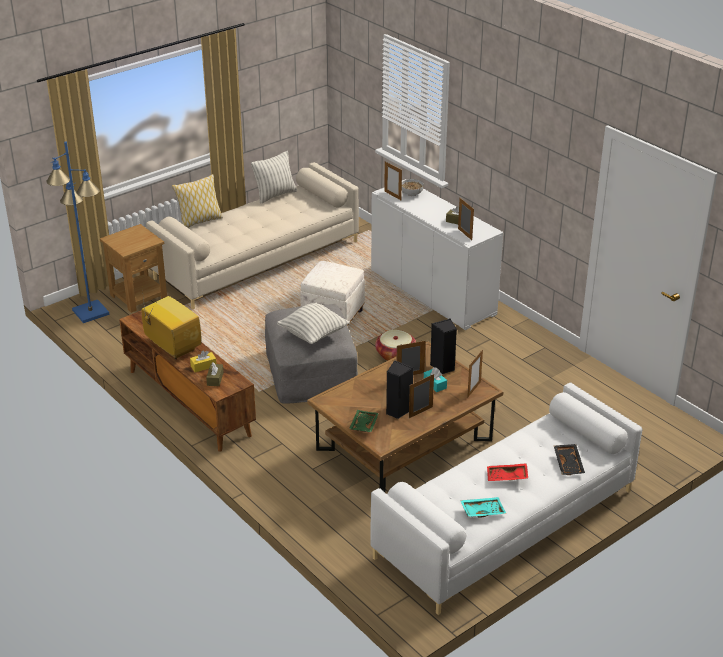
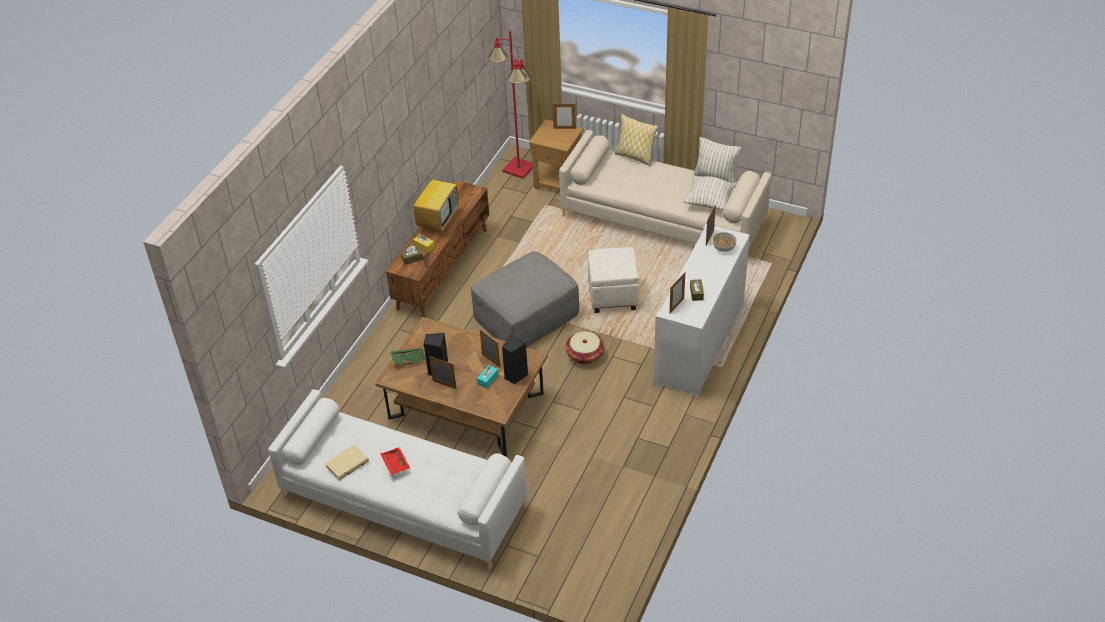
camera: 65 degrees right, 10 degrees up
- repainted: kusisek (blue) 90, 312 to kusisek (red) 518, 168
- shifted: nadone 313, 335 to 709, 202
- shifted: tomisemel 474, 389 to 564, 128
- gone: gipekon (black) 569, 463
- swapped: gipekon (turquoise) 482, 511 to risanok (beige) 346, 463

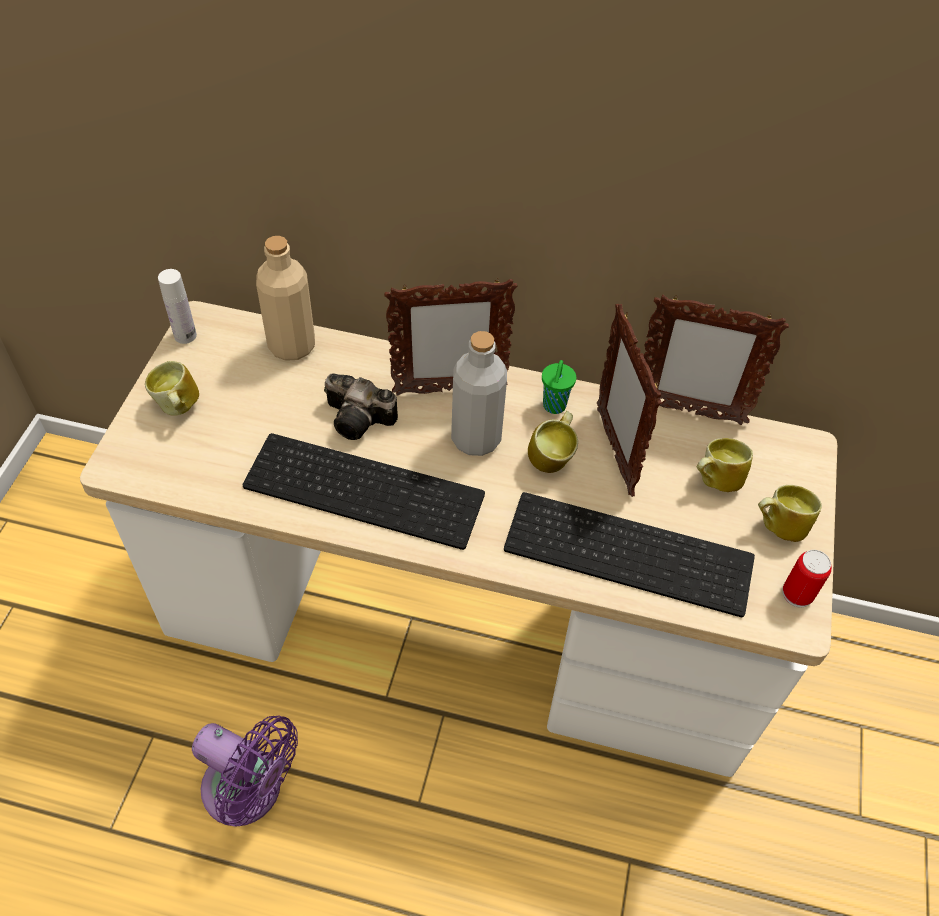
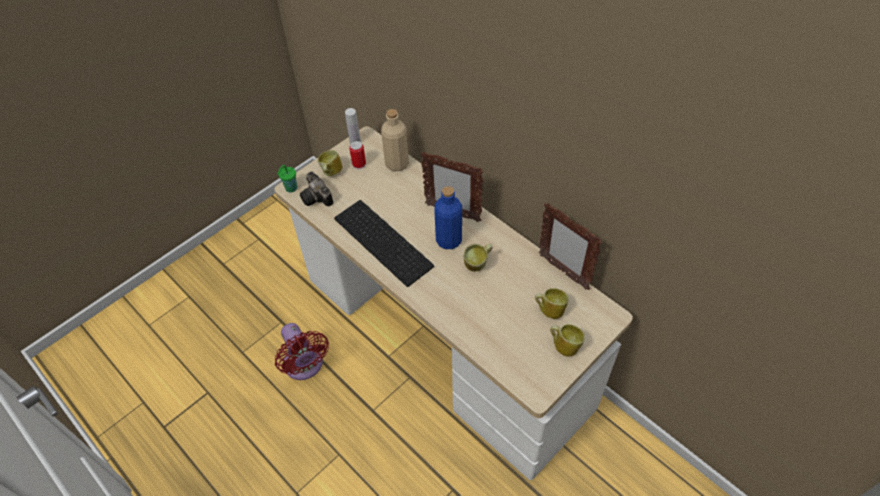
camera: 35 degrees right, 0 degrees up
- gone: tomisemel 614, 450
- repainted: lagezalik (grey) 476, 438 to lagezalik (blue) 449, 240
- shifted: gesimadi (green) 554, 406 to 290, 189
- shifted: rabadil 361, 419 to 317, 198
- gone: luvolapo 632, 550
- shifted: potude 797, 594 to 359, 164
- repainted: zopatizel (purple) 249, 791 to zopatizel (red) 305, 366

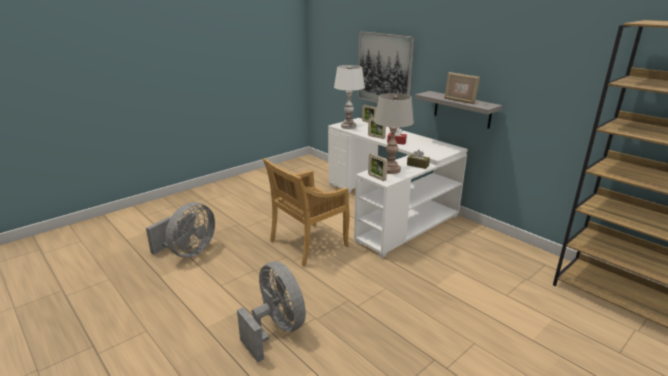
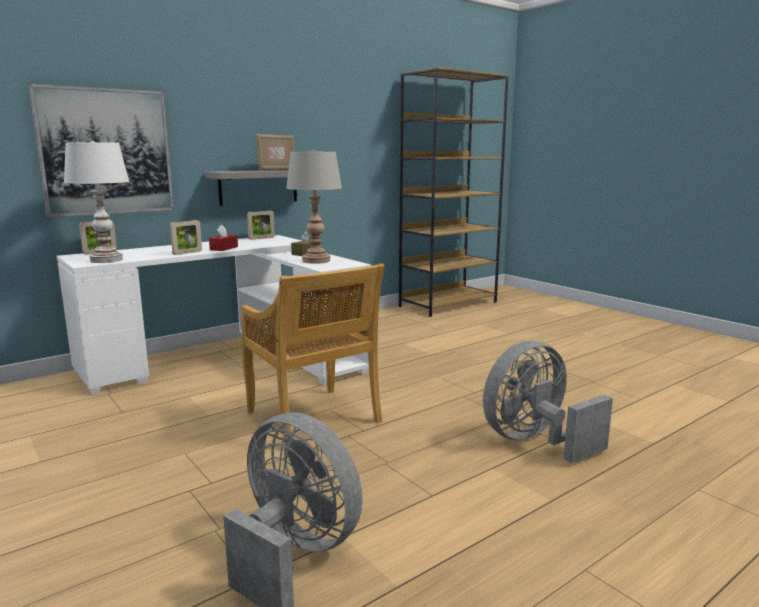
camera: 85 degrees left, 10 degrees down
- shifted: tomisemel 377, 177 to 261, 238

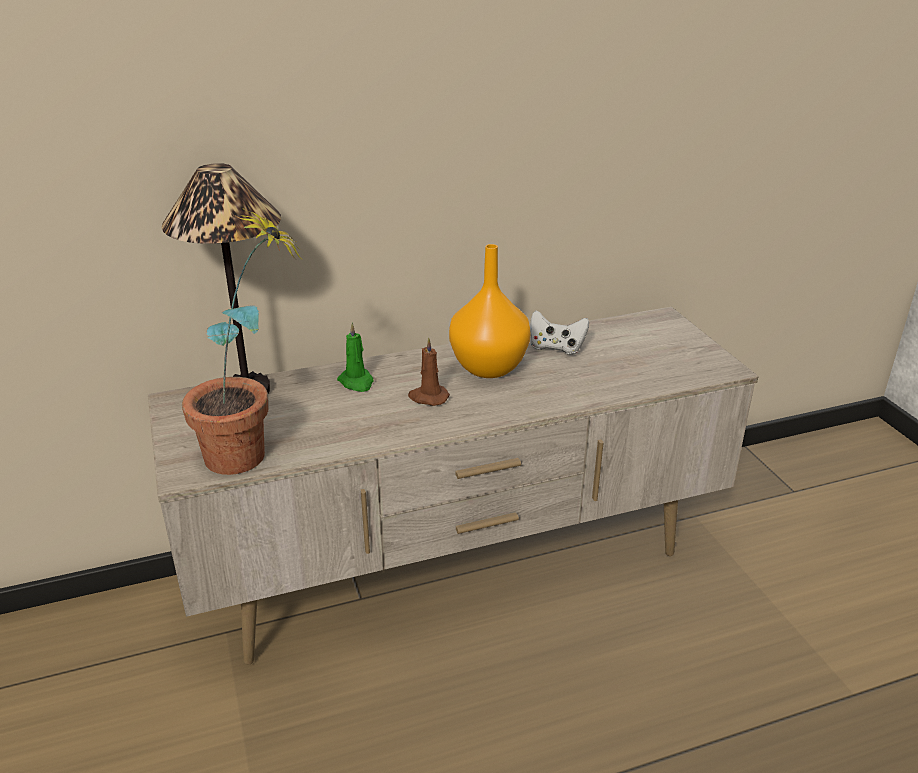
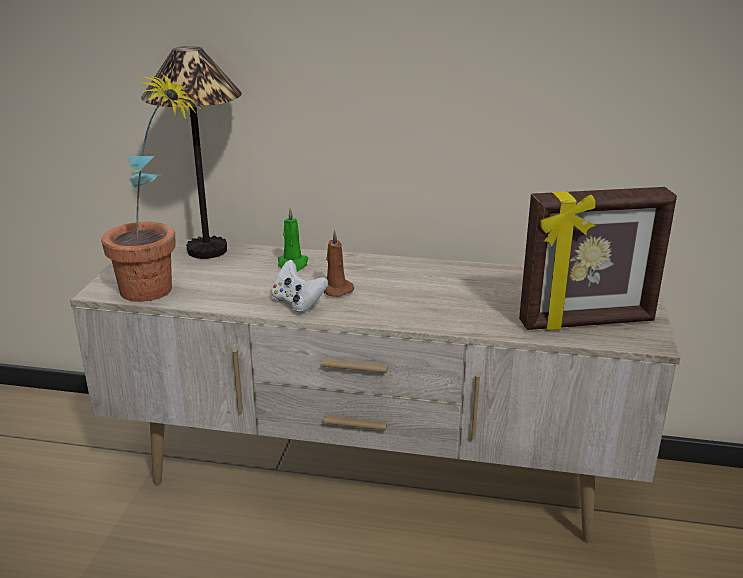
camera: 30 degrees right, 5 degrees down
- gone: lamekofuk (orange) 489, 368
- shifted: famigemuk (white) 556, 348 to 297, 303
- new: tomisemel 587, 323

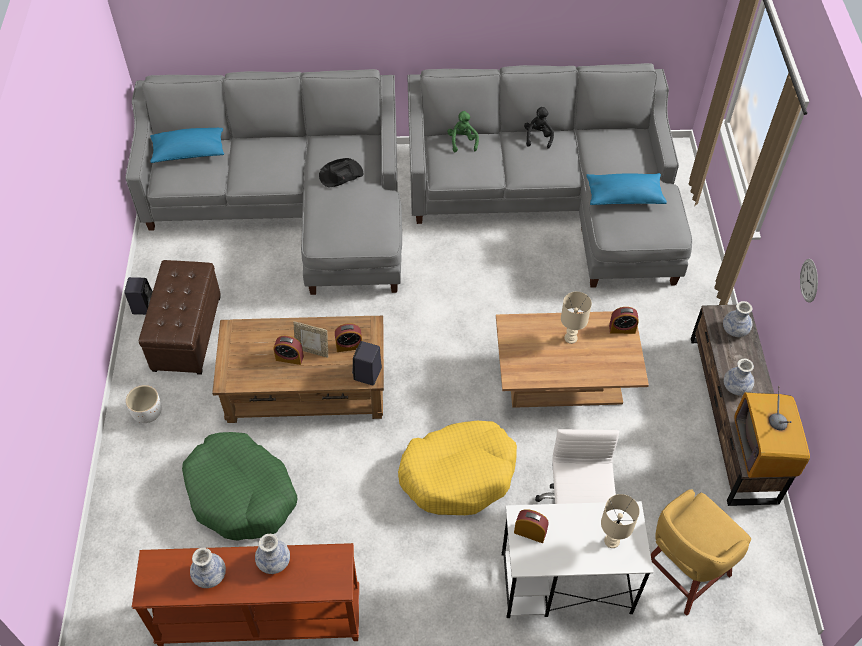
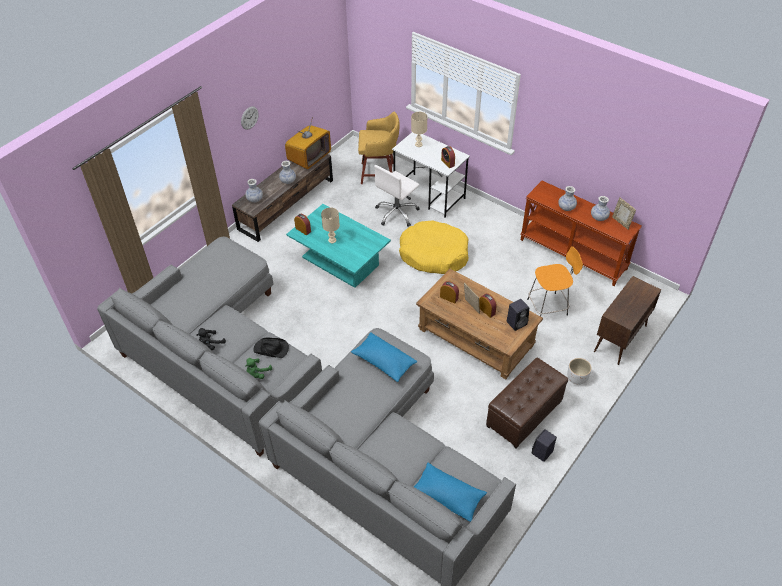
camera: 140 degrees left, 5 degrees down
- shifted: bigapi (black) 340, 175 to 271, 349
- shifted: nadone (blue) 624, 196 to 383, 362
- repainted: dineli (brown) 564, 380 to dineli (turquoise) 340, 261
- shifted: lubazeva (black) 367, 375 to 517, 322
- swapped: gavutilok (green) 241, 494 to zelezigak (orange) 548, 307
- new: tomisemel 621, 222
- new: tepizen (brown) 620, 339

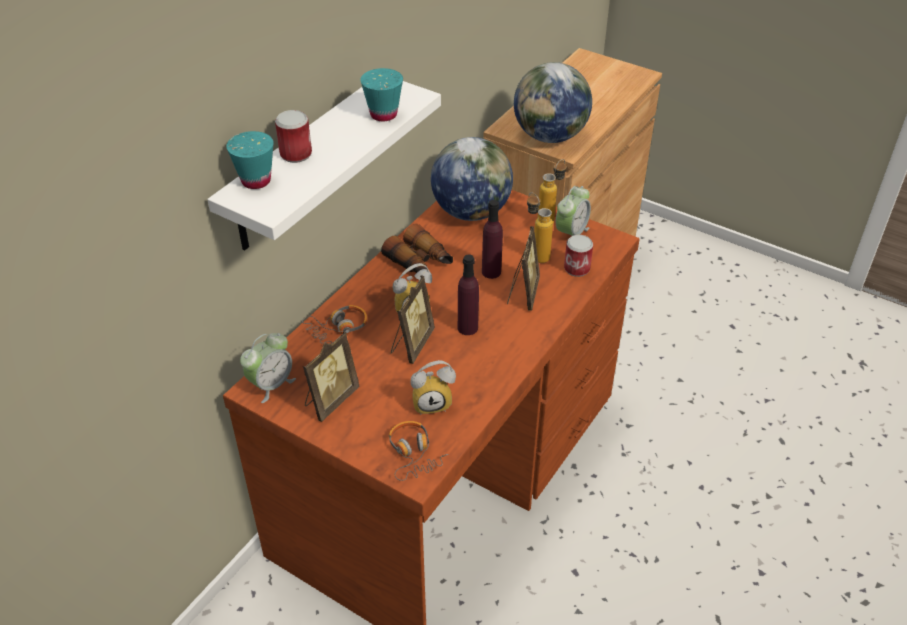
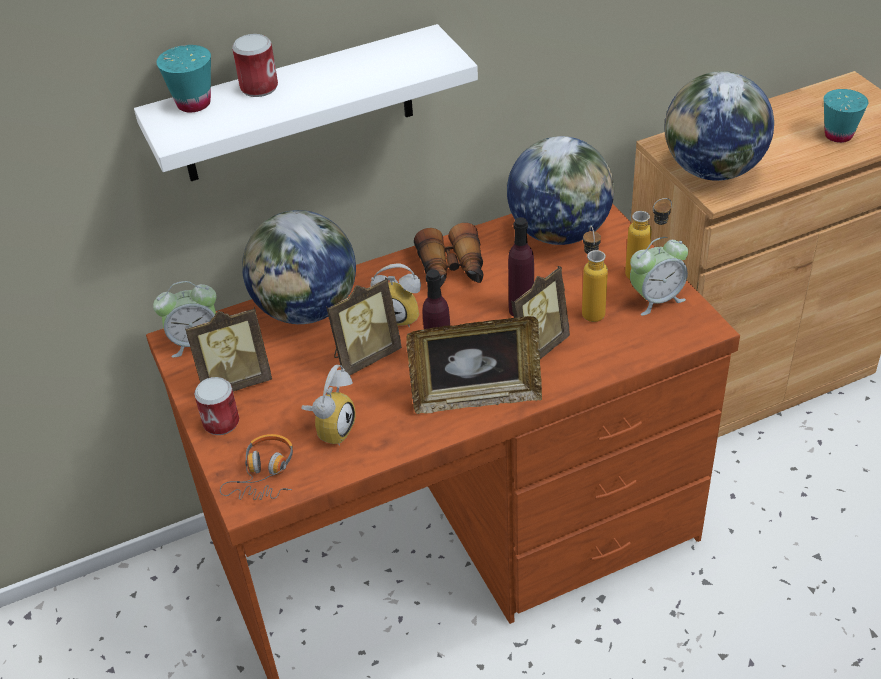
camera: 35 degrees right, 0 degrees up
- shifted: gesimadi (turquoise) 383, 114 to 838, 135
- shifted: potude 577, 268 to 221, 422
- swapped: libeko 338, 328 to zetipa 307, 310
- rotated: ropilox 432, 402 = 331, 428 90 degrees counterclockwise
- new: tomisemel 476, 398

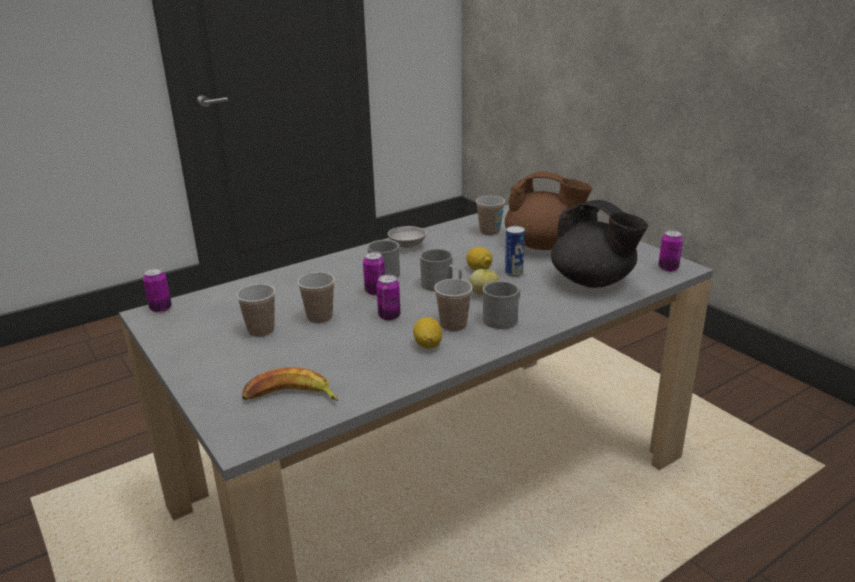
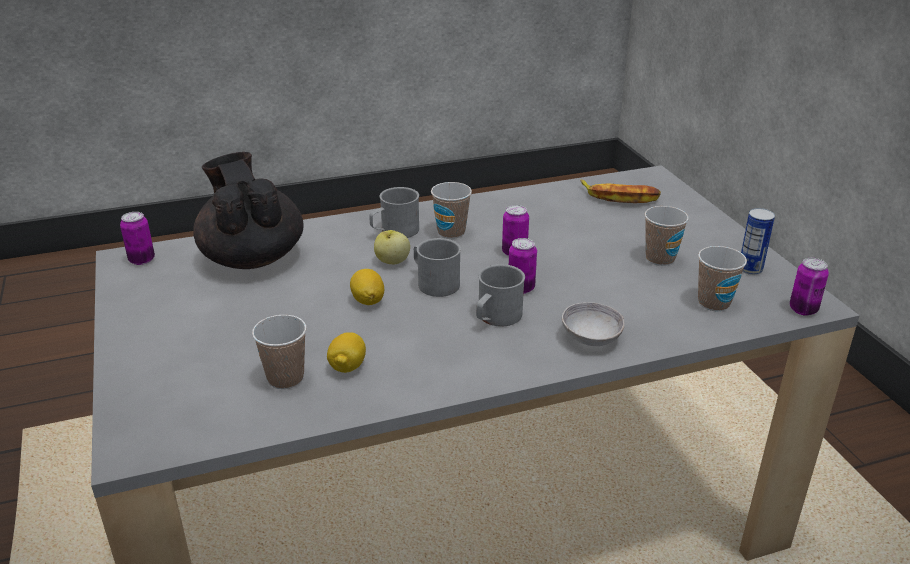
camera: 165 degrees left, 5 degrees up
- gone: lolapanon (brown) 543, 245
- shifted: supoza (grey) 407, 245 to 591, 338
- shifted: potude 514, 273 to 750, 269
- shifted: gesimadi 319, 317 to 713, 303
- shifted: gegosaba 428, 345 to 347, 367

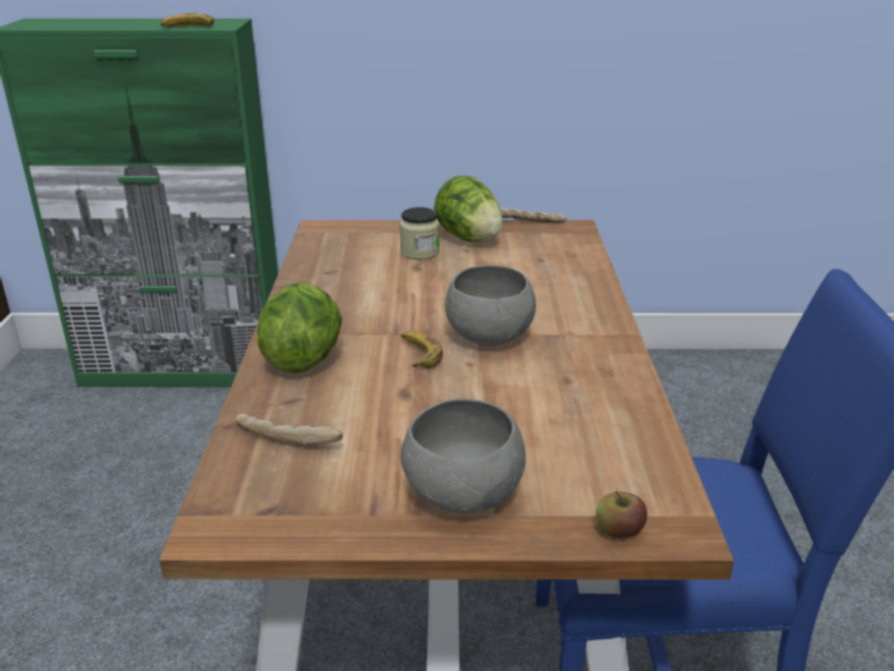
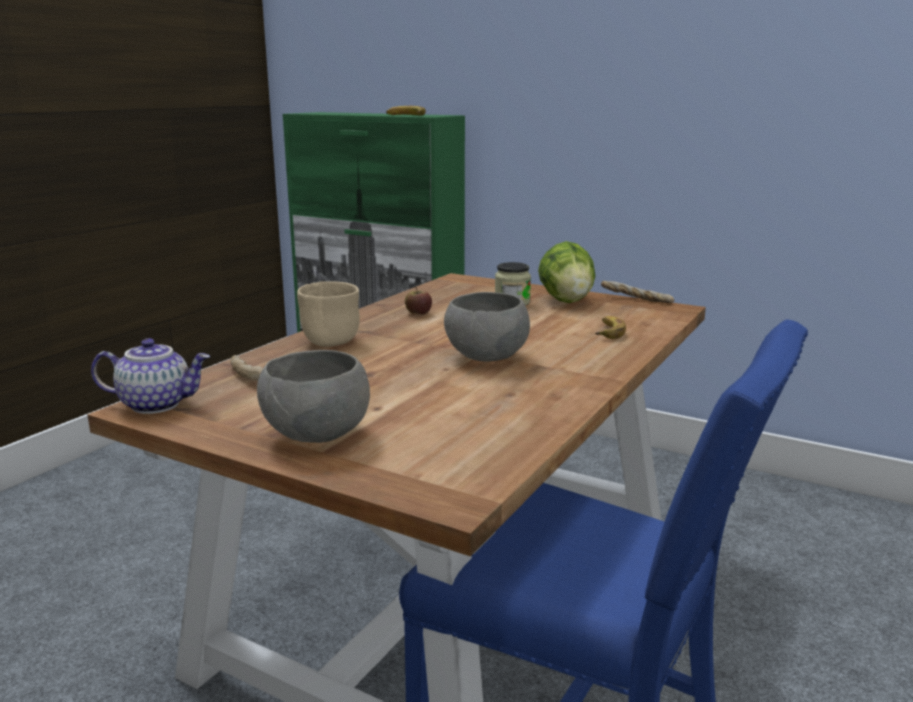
camera: 30 degrees right, 10 degrees down
- swapped: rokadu 303, 359 to supoza (beige) 329, 342
- shifted: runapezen 418, 354 to 608, 332
- shifted: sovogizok 619, 531 to 418, 313
- new: lolapanon 157, 404

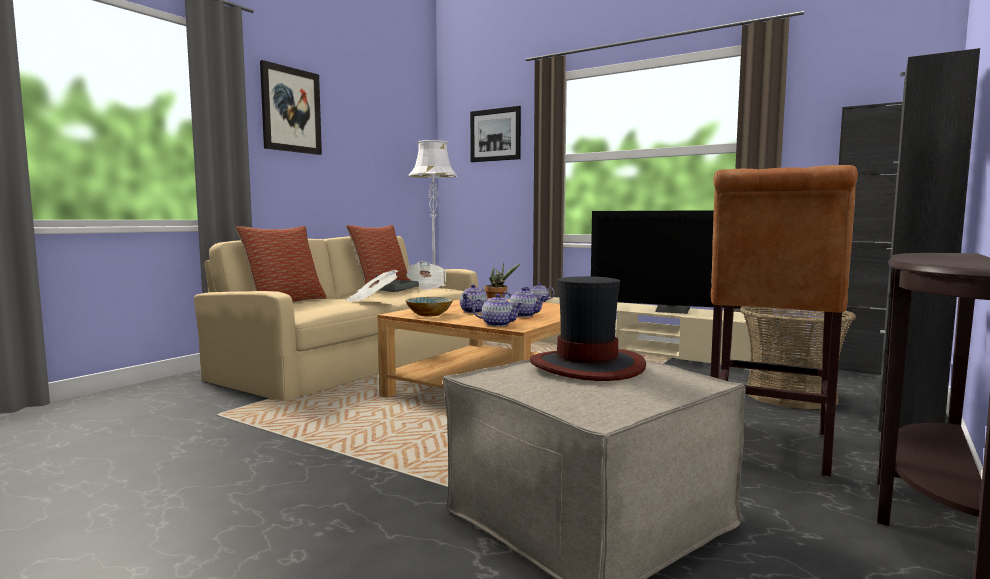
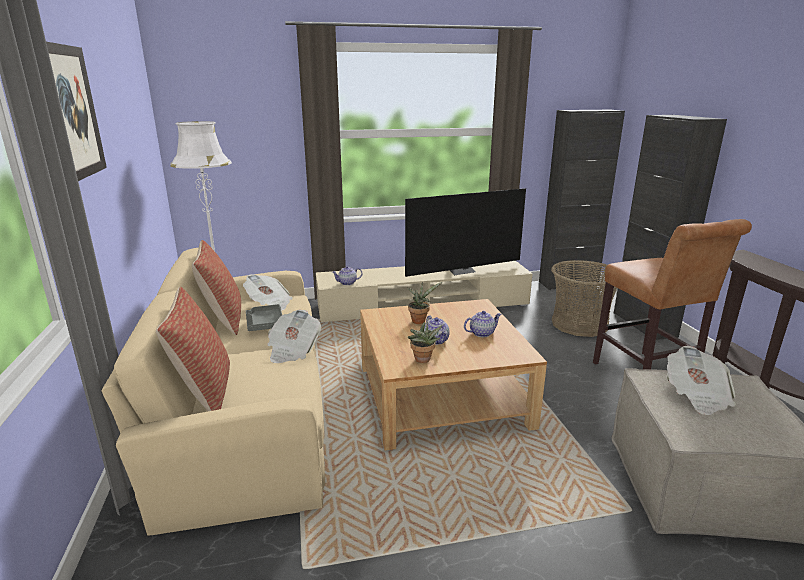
camera: 45 degrees left, 15 degrees up
- gone: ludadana 495, 135
- swapped: bigapi 587, 366 to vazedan 696, 396
- gone: lolapanon 498, 324
- swapped: supoza 430, 314 to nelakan 423, 360

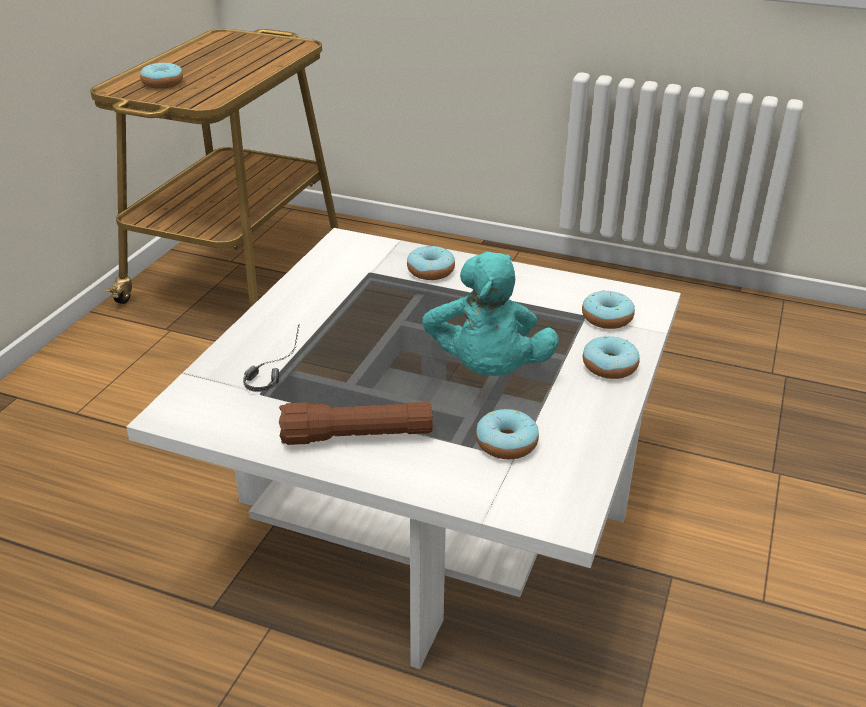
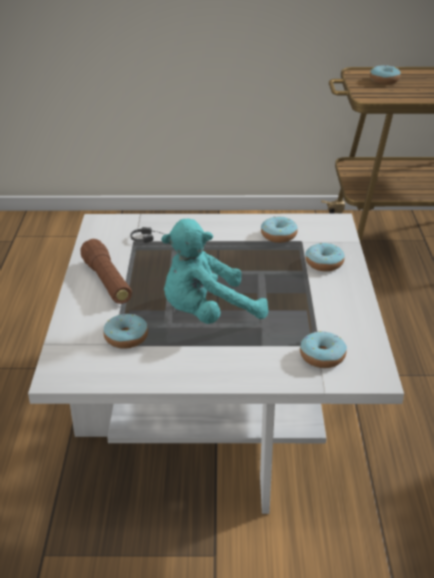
camera: 70 degrees right, 0 degrees up
- shifted: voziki 609, 366 to 278, 236

